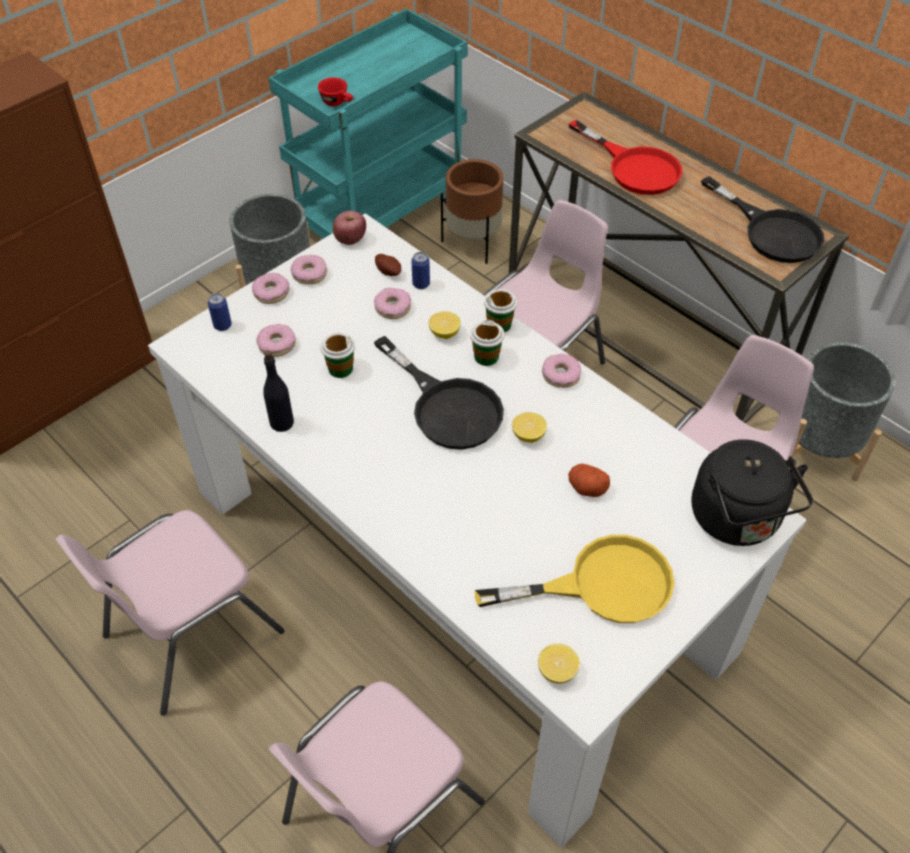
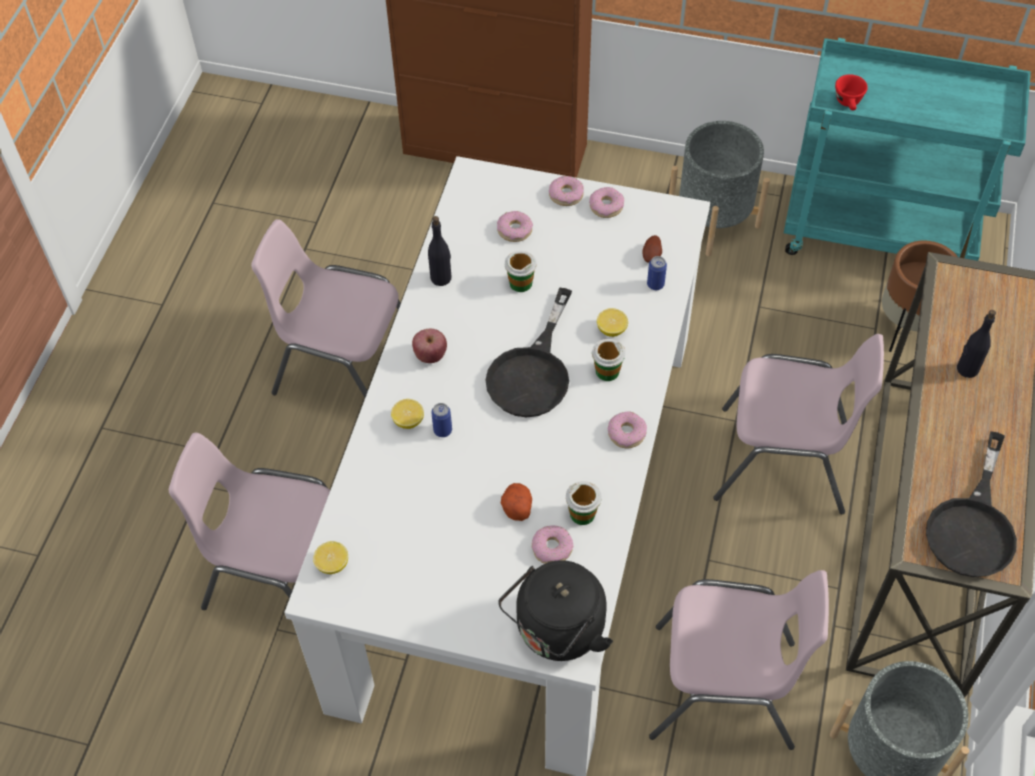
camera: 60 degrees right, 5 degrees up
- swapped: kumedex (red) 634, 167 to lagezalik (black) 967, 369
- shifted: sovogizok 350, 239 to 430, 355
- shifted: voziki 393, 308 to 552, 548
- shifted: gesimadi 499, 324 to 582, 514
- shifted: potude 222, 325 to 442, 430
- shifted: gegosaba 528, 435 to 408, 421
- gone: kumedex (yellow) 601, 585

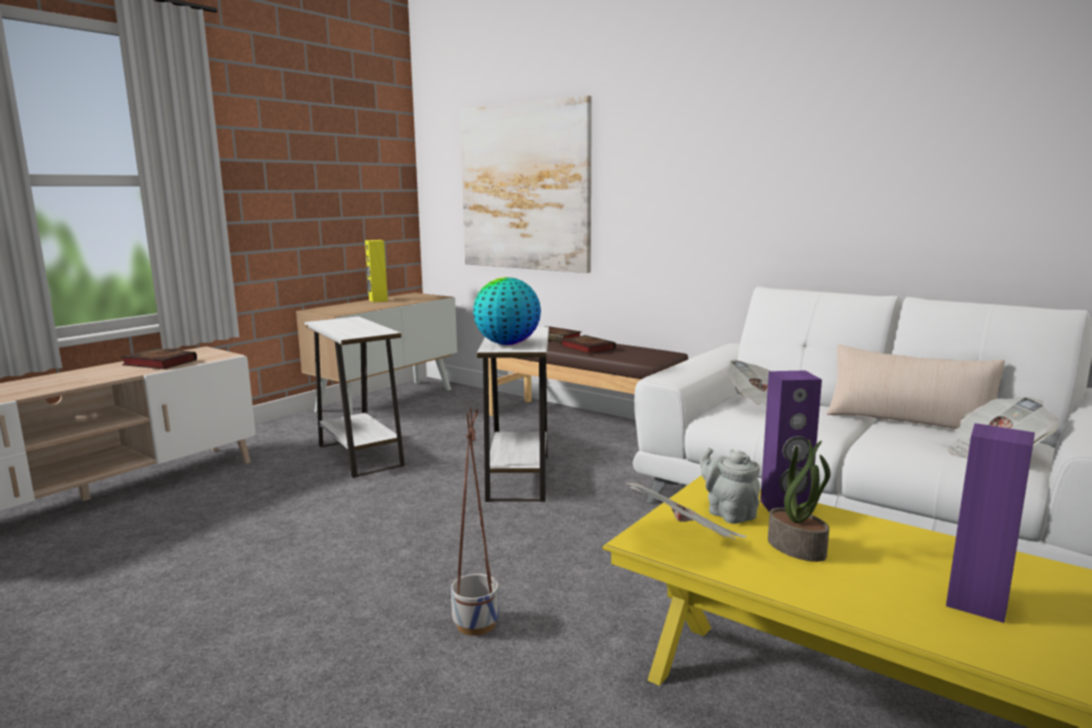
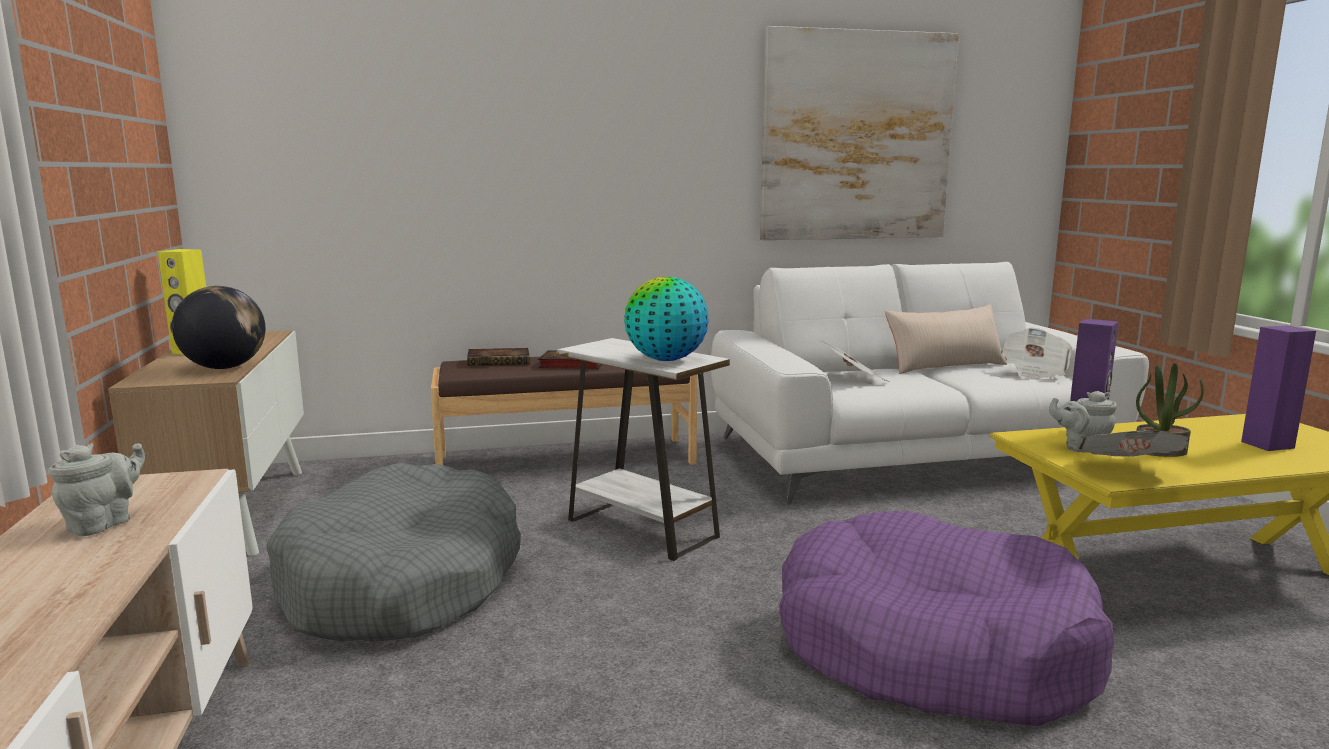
camera: 50 degrees left, 0 degrees up
- shifted: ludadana 524, 187 to 857, 137
- swapped: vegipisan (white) 360, 456 to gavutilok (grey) 403, 582
- swapped: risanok 158, 363 to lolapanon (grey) 104, 524
- swapped: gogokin 476, 624 to gavutilok (purple) 931, 648
- new: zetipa 224, 367

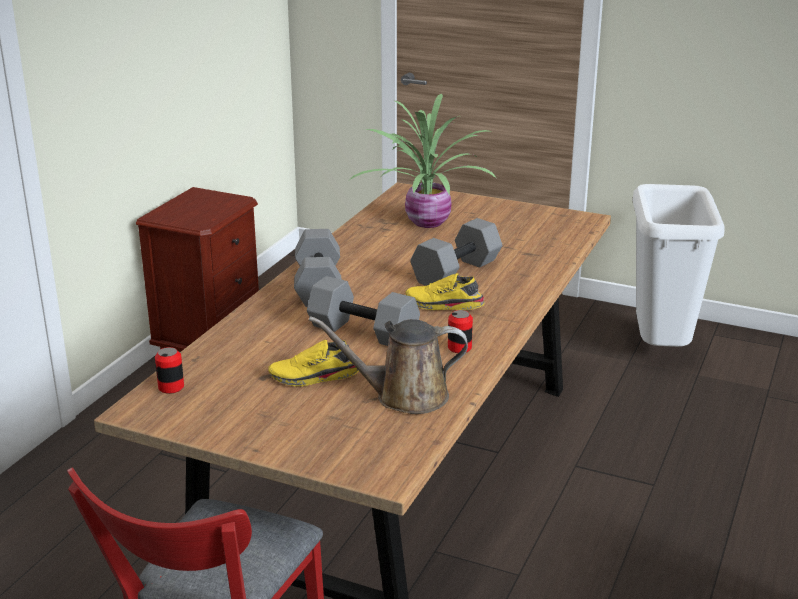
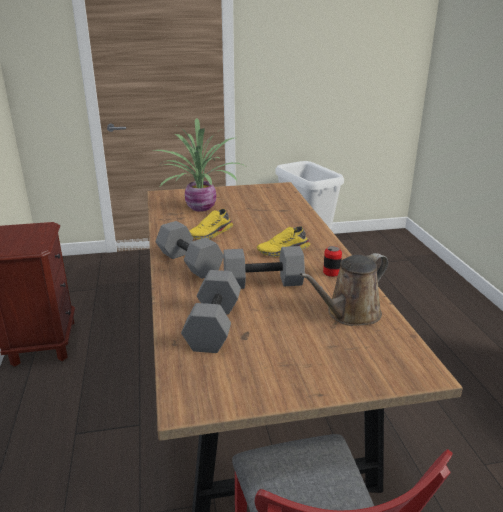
camera: 35 degrees left, 0 degrees up
- shifted: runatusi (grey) 456, 271 to 212, 325
- shifted: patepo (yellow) 314, 378 to 211, 234
- gone: potude 171, 387

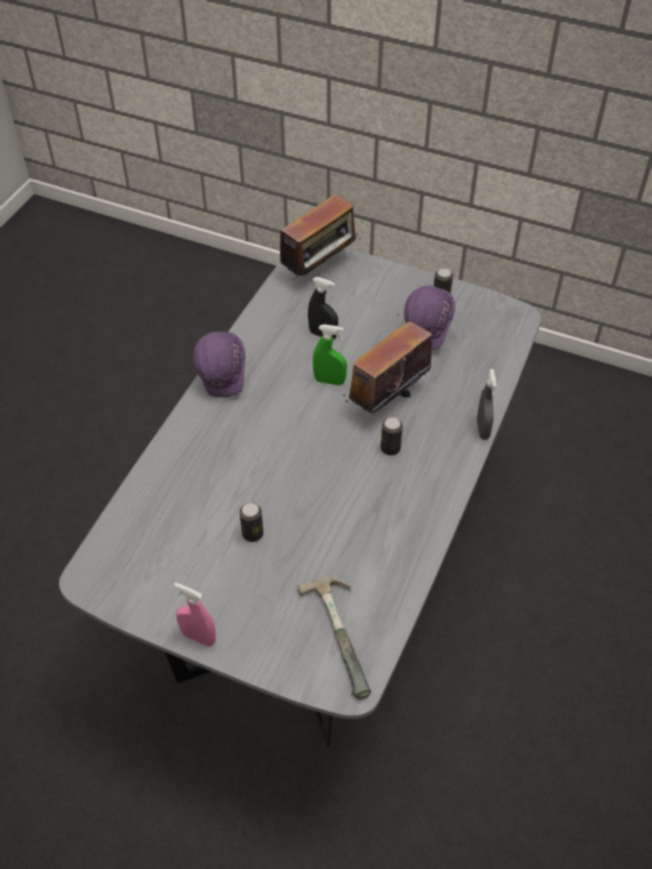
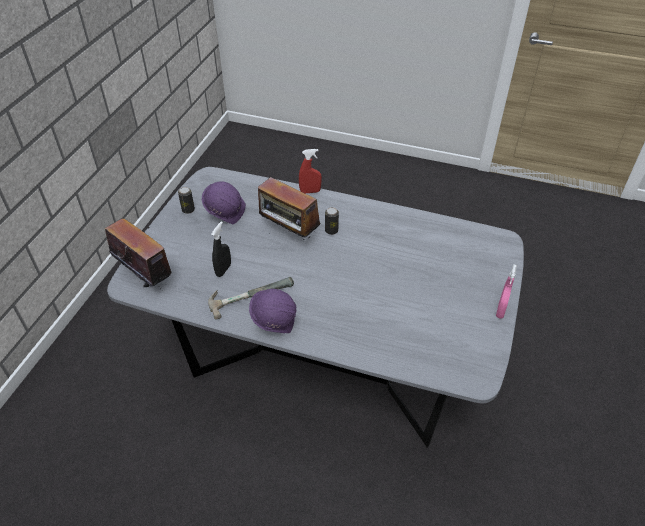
camera: 95 degrees left, 5 degrees down
- gone: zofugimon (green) 329, 381
- repainted: zofugimon (grey) 482, 429 to zofugimon (red) 310, 191
- gone: potude 252, 534
- shifted: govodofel 347, 634 to 249, 293

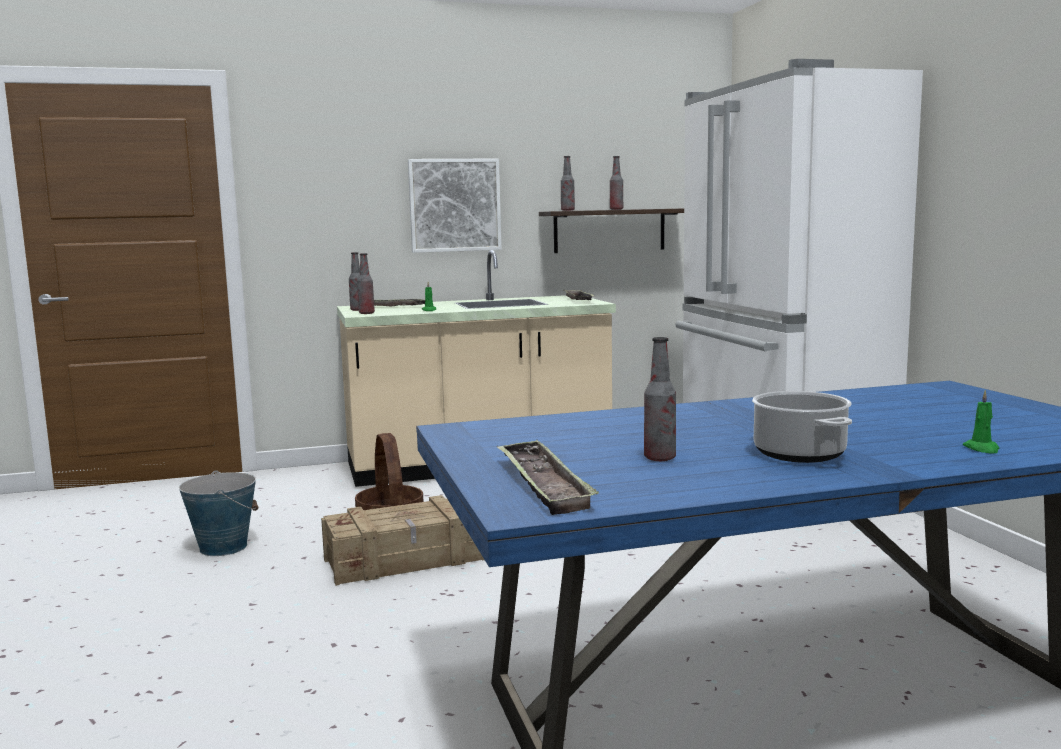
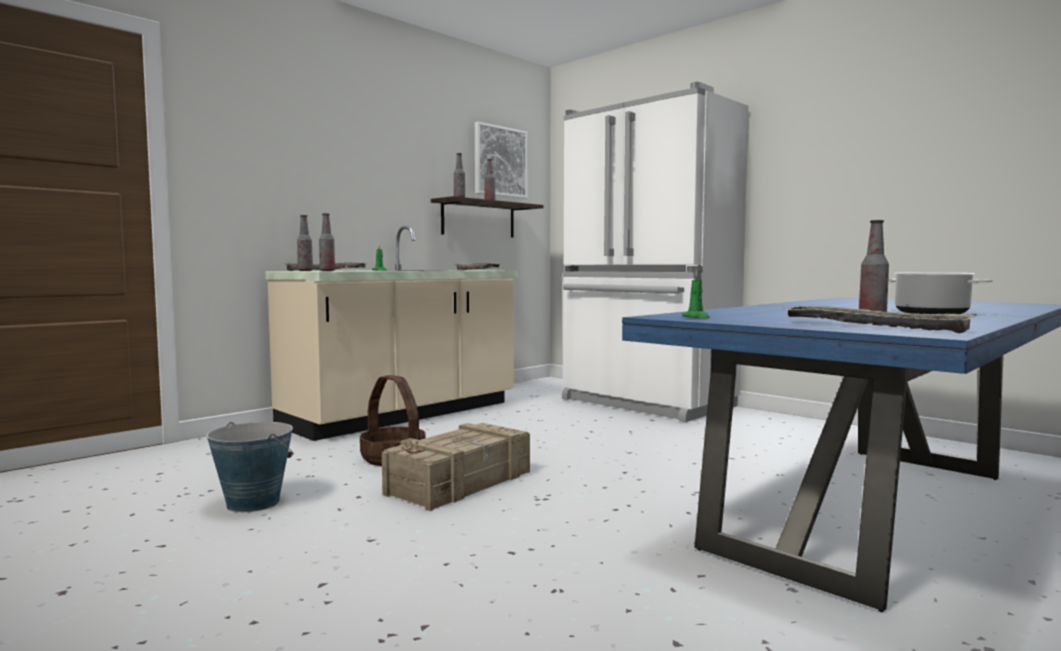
camera: 30 degrees left, 5 degrees down
- shifted: ludadana 454, 205 to 500, 162
- shifted: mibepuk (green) 982, 449 to 696, 317

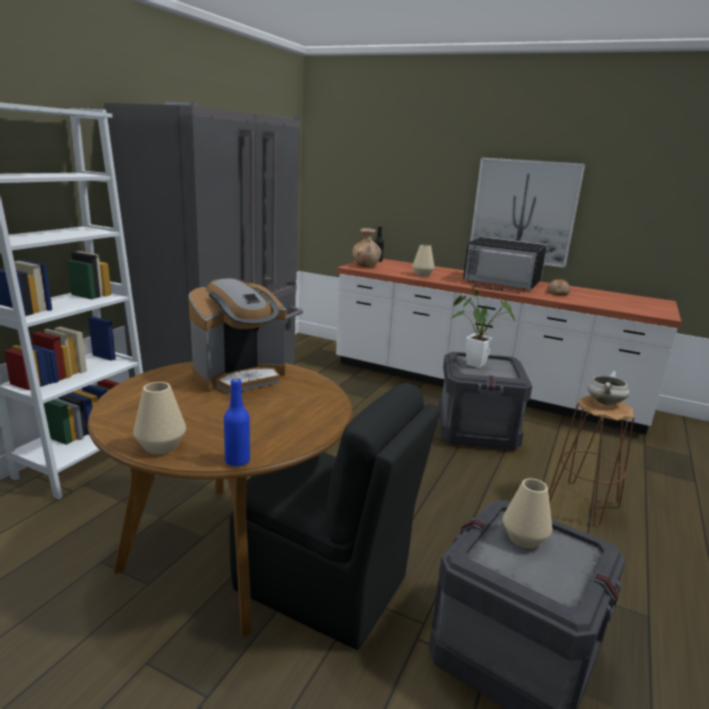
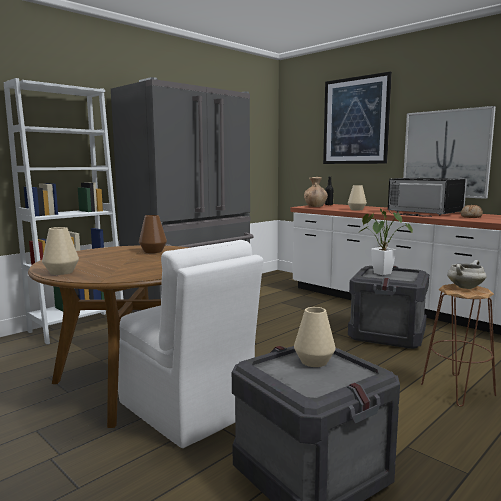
camera: 20 degrees right, 10 degrees down
- swapped: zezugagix 240, 376 to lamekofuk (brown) 153, 251
- gone: lagezalik (blue) 237, 461
- repainted: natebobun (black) 325, 585 to natebobun (white) 187, 409
- new: ludadana 355, 121

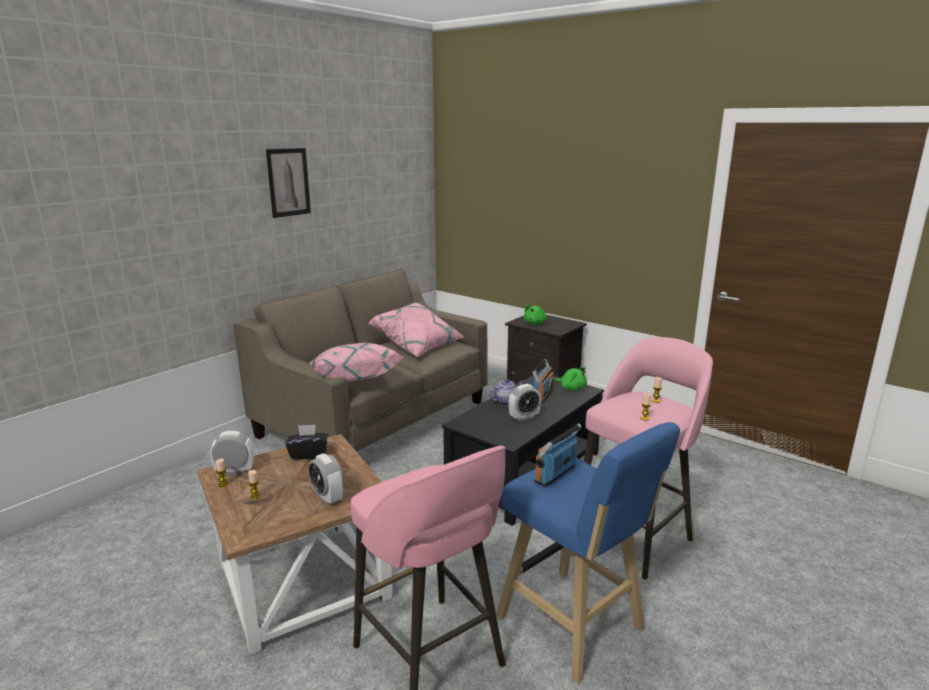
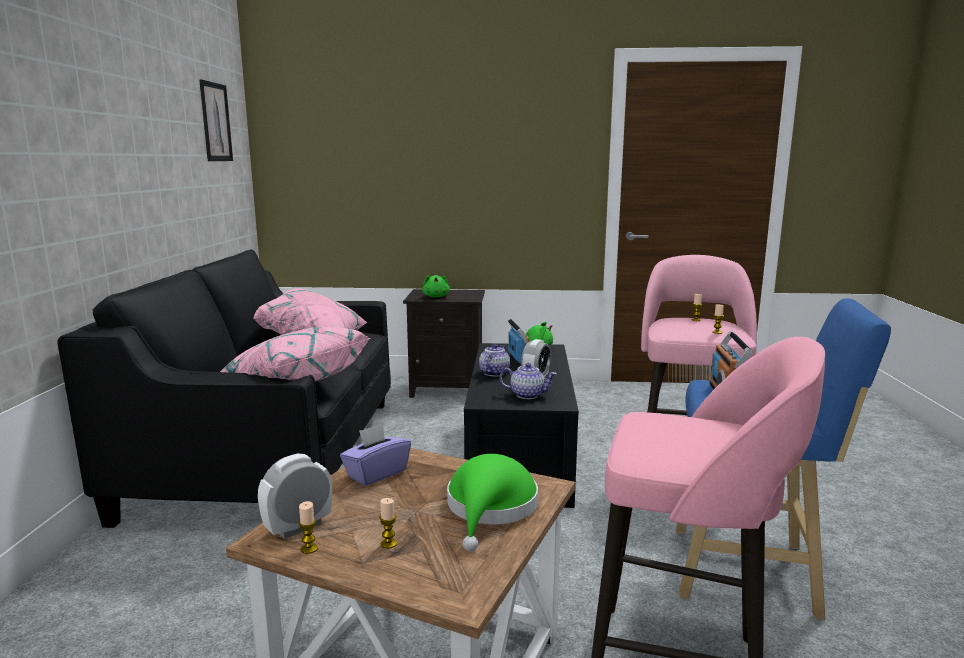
camera: 35 degrees left, 5 degrees down
- shifted: ludadana 288, 182 to 216, 122
- repainted: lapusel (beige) 375, 418 to lapusel (black) 272, 454
- repainted: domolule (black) 308, 454 to domolule (purple) 376, 473
- swapped: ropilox 327, 497 to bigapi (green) 490, 508
- new: lolapanon 528, 395

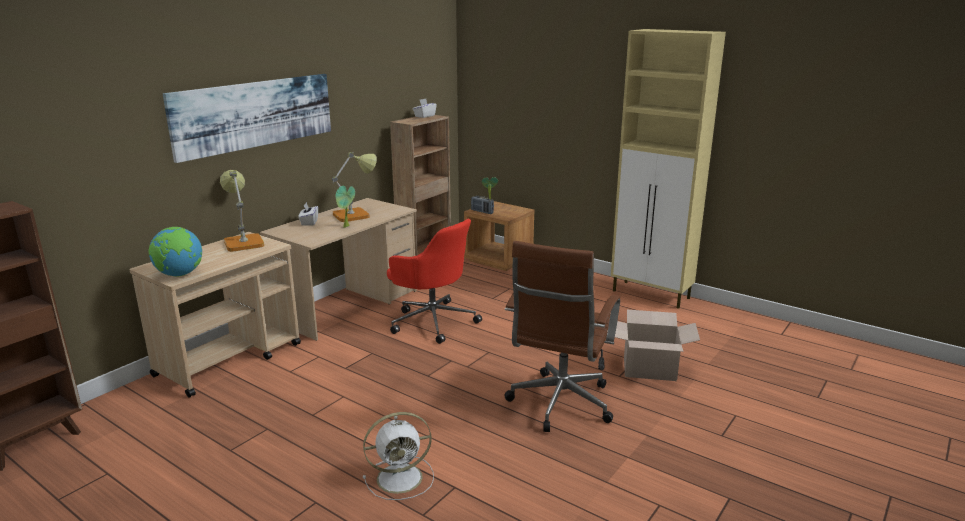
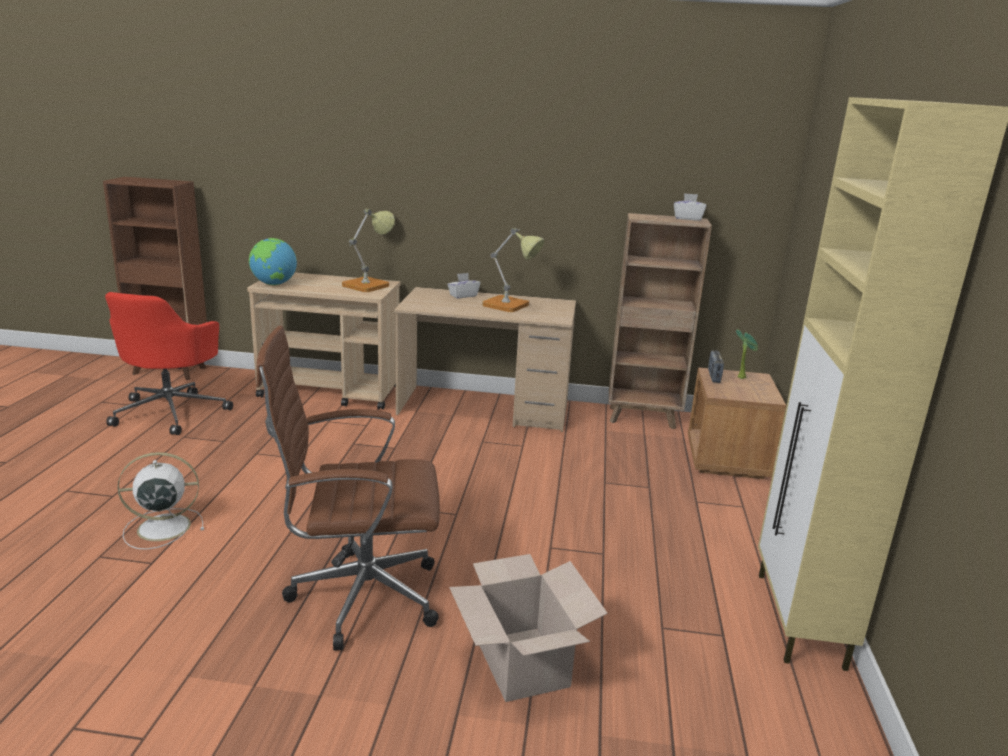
camera: 60 degrees right, 0 degrees up
- gone: ludadana 255, 114
- gone: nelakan 347, 227
- shifted: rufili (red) 432, 321 to 171, 412
- rotated: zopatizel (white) 401, 478 = 161, 528 120 degrees clockwise

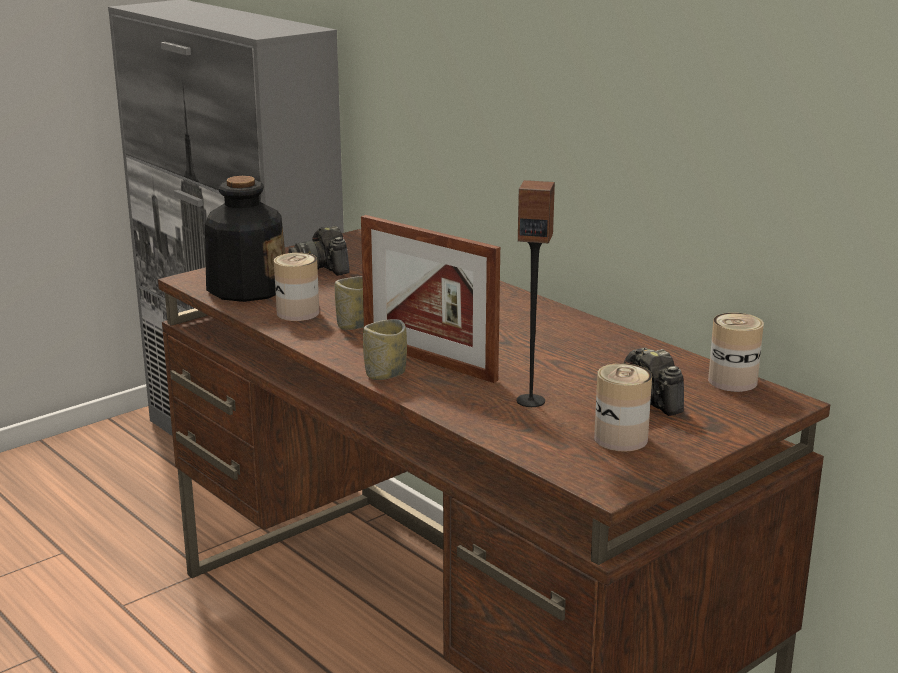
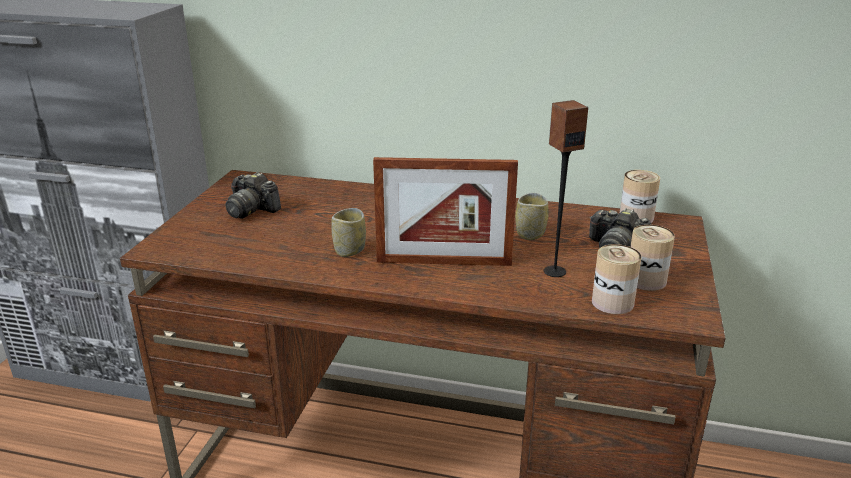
camera: 35 degrees left, 5 degrees up
- gone: lagezalik 246, 288
- shifted: potude 298, 313 to 612, 302
- shifted: gesimadi 385, 374 to 530, 234

